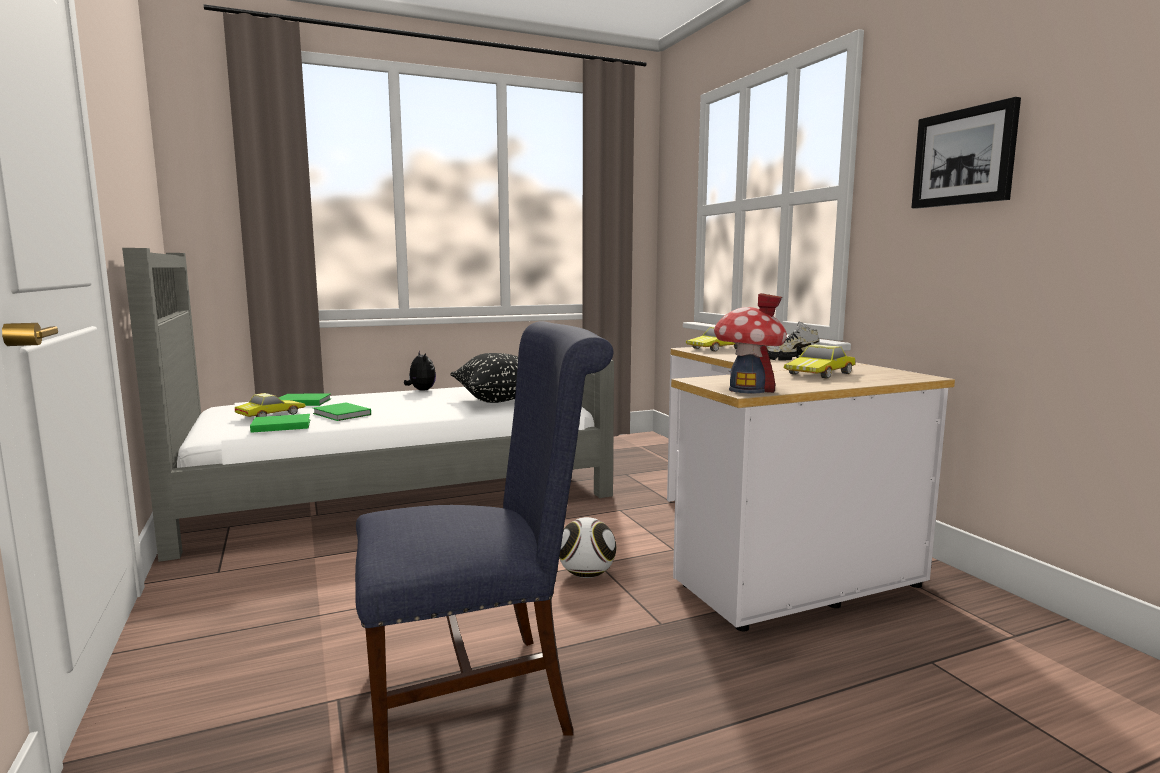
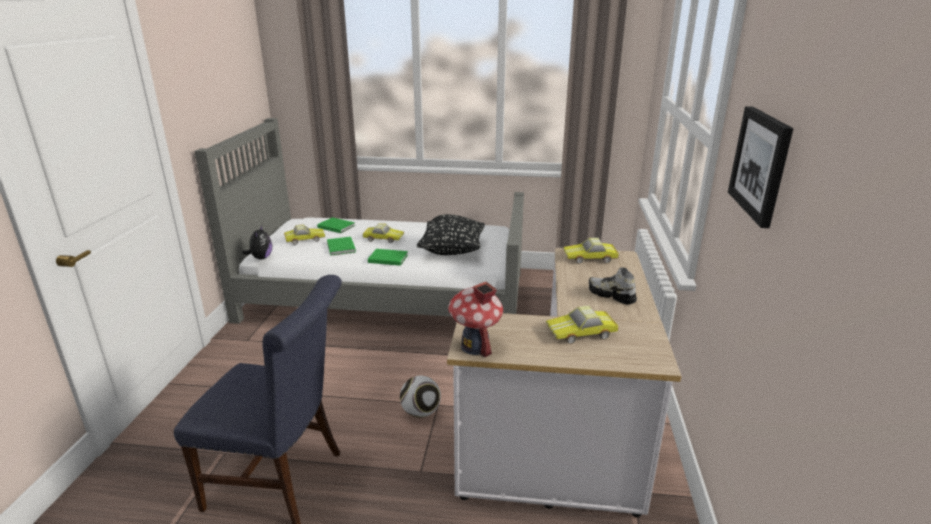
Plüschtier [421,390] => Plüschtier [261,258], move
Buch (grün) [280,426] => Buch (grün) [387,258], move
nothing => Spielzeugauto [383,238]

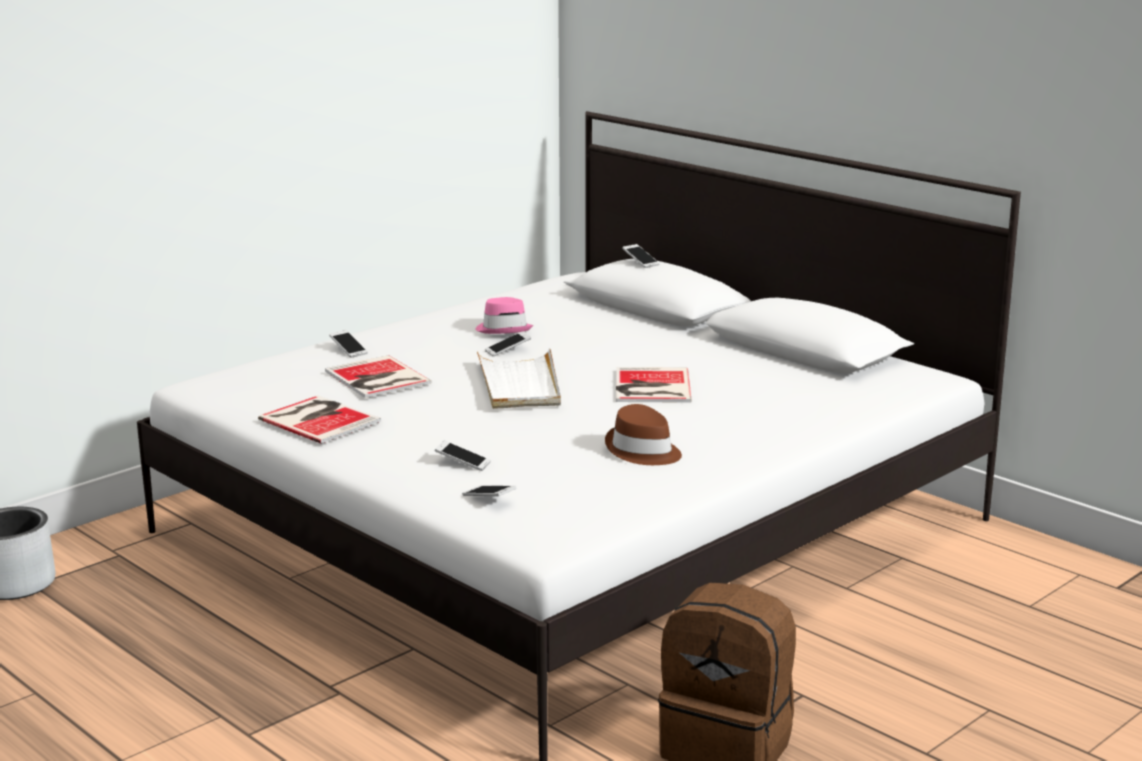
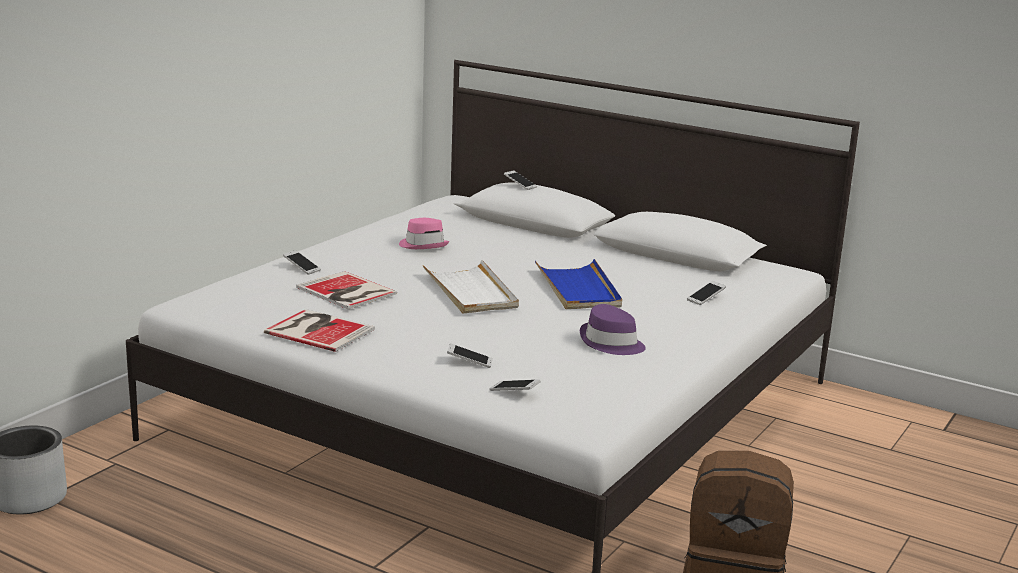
Handy [507,350] => Handy [705,298], move
Buch [650,387] => Tablett (blau) [578,289]
Hut (braun) [643,451] => Hut (lila) [611,343]

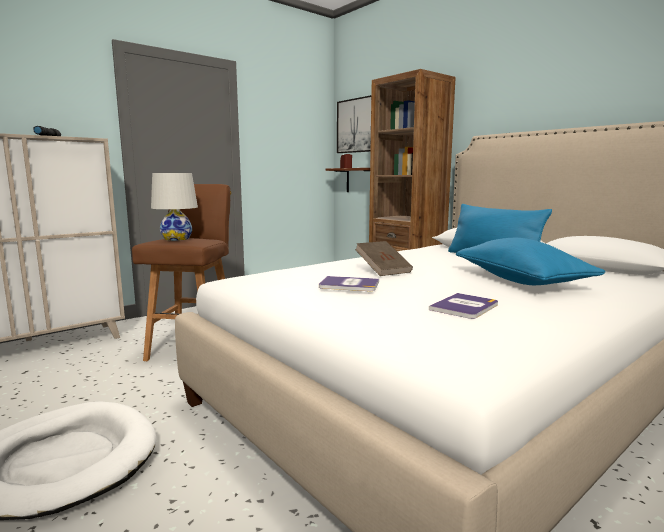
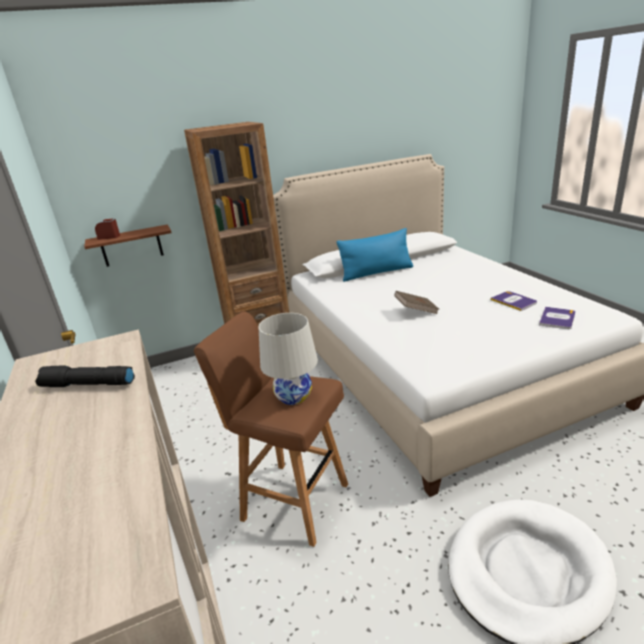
Bild [356,126] => nothing
Kissen (blau) [520,281] => nothing
Buch [349,285] => Buch [557,318], move

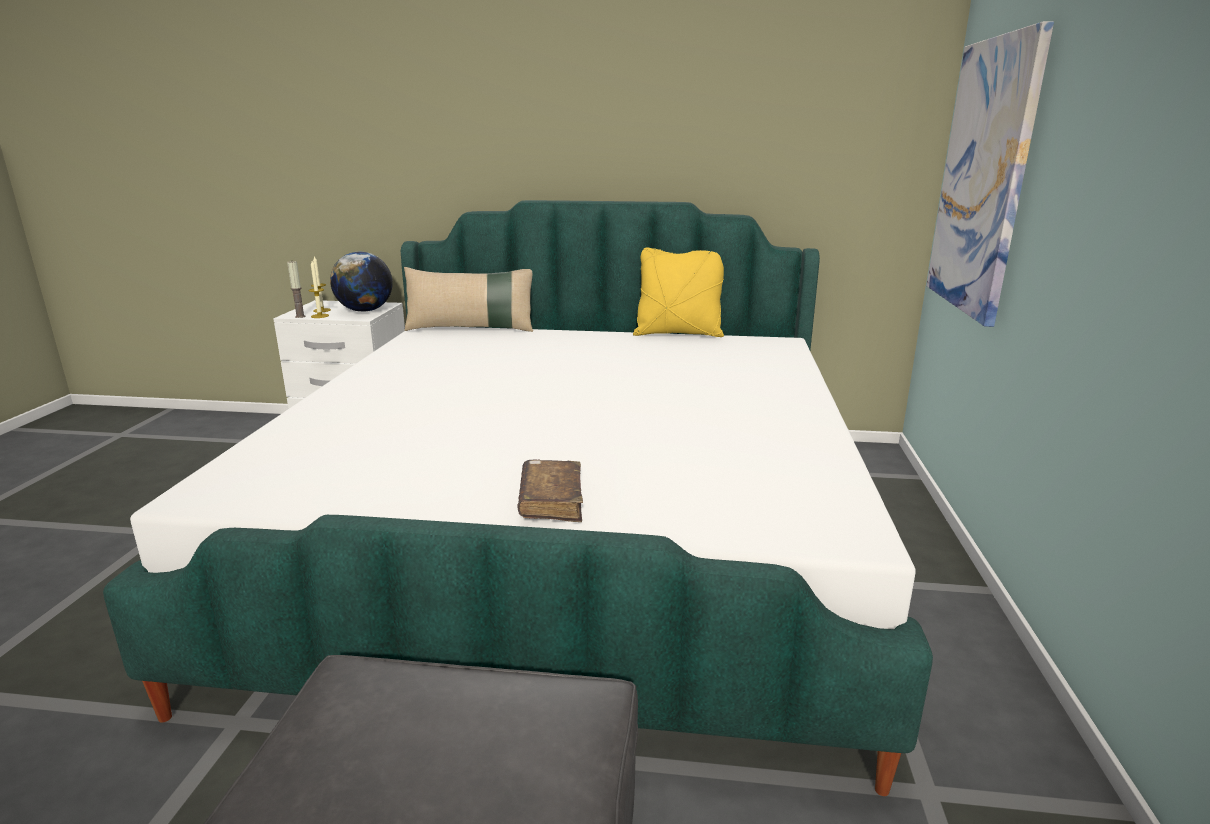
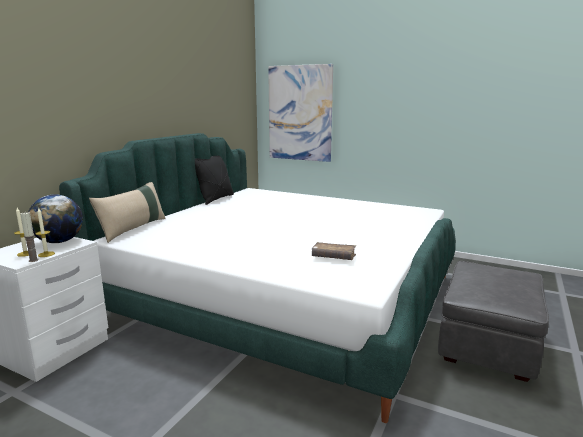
Kissen (gelb) [678,334] => Kissen (schwarz) [215,199]
Buch (braun) [551,501] => Buch (braun) [333,257], move

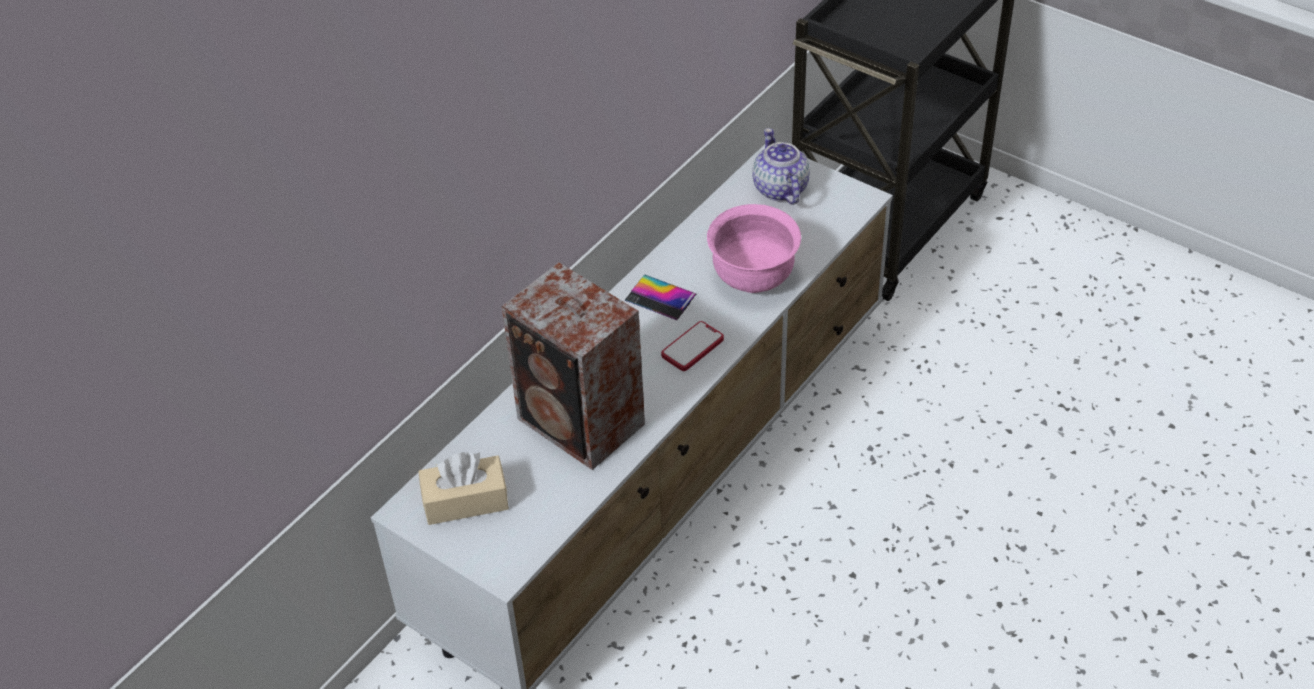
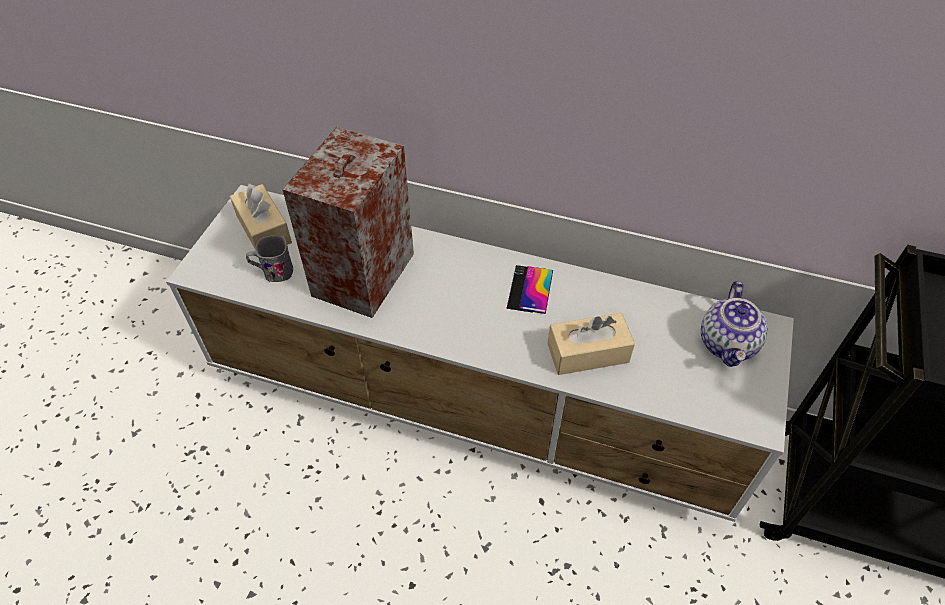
Teekanne [779,188] => Teekanne [728,344], 135 degrees clockwise
Schüssel (rosa) [753,278] => Taschentuchbox (beige) [588,353]
Handy [692,347] => nothing
nothing => Henkelbecher (grau) [273,272]

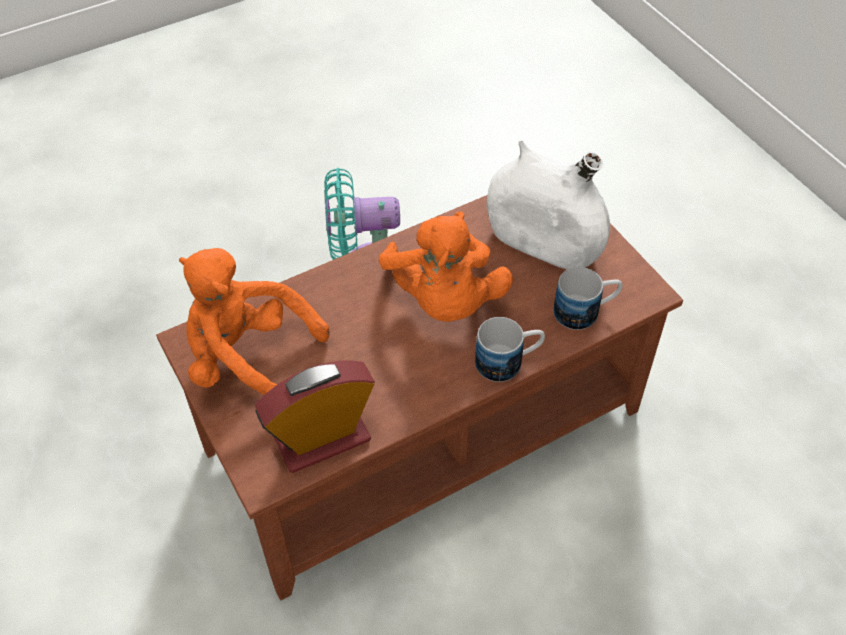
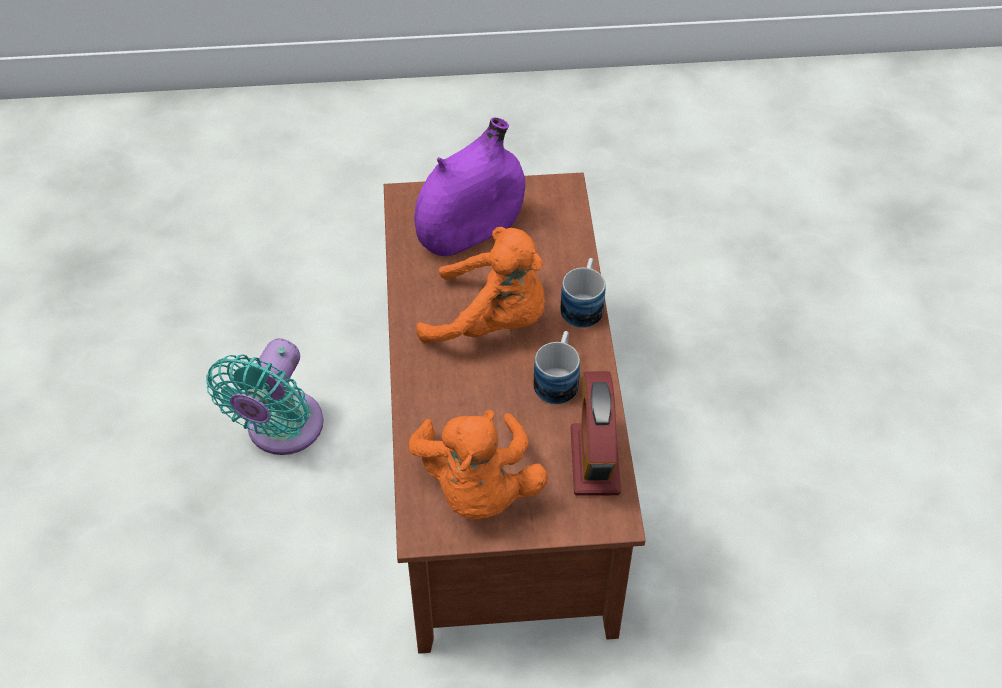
Vase (weiß) [543,244] => Vase (lila) [470,230]
Plüschtier (orange) [249,361] => Plüschtier (orange) [477,489], 45 degrees counterclockwise
Henkelbecher [585,311] => Henkelbecher [558,379], move

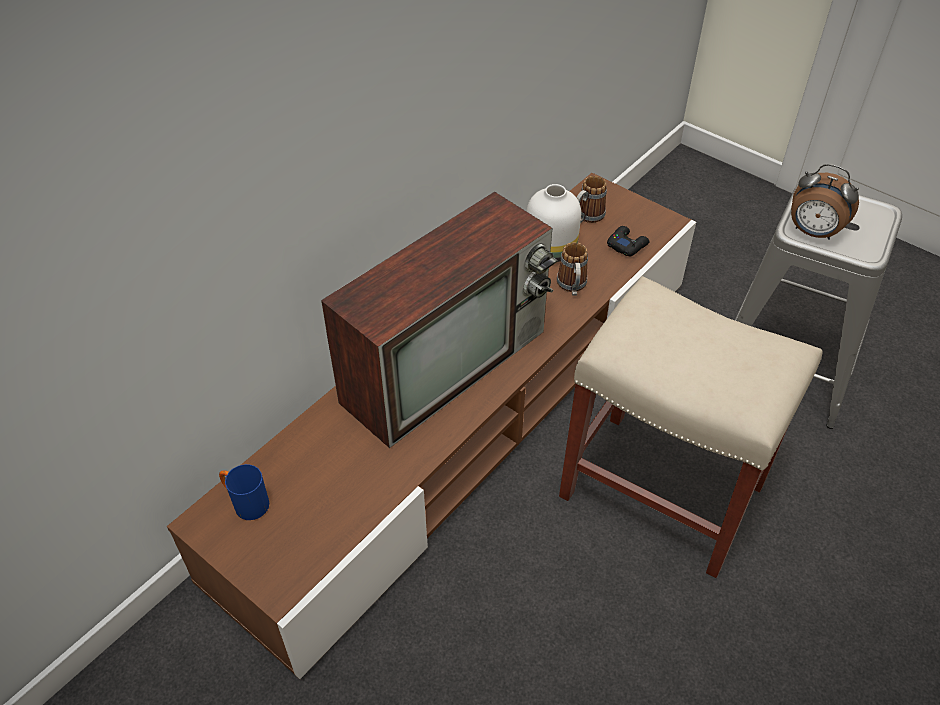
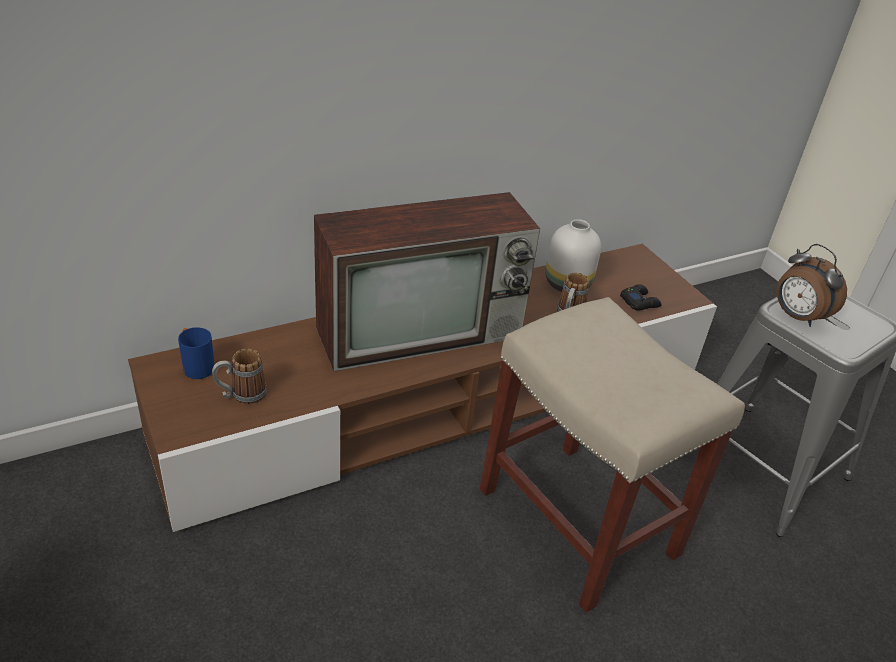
Henkelbecher [586,217] => Henkelbecher [241,395], move

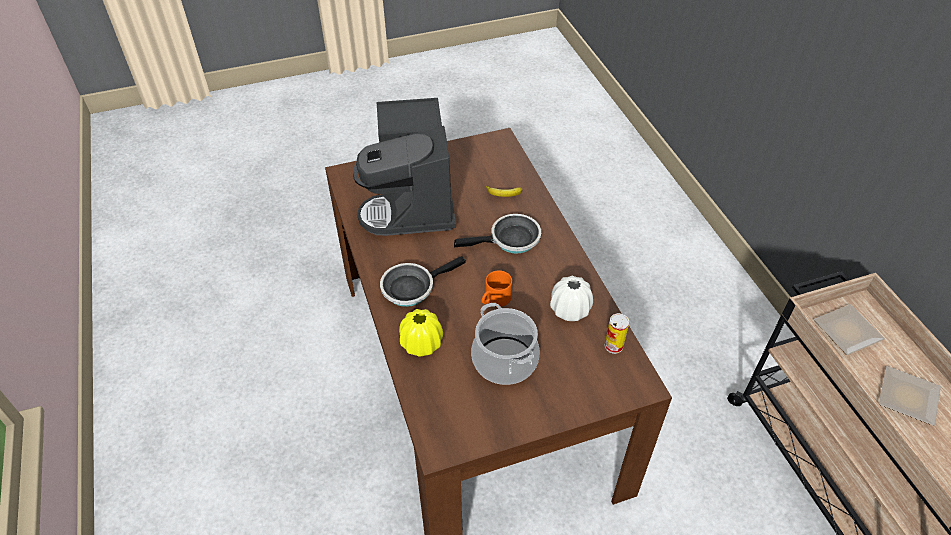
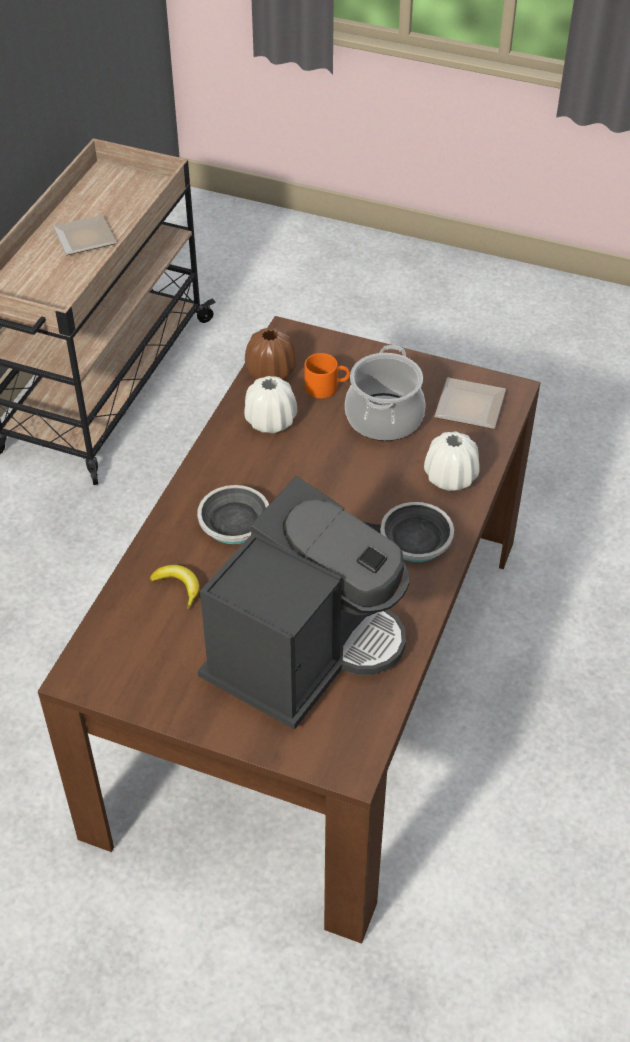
Henkelbecher (orange) [495,299] => Henkelbecher (orange) [326,386], move
Teller [847,333] => Teller [472,405], move
Vase (gelb) [421,343] => Vase (weiß) [450,477]
Dose [613,346] => Vase (braun) [271,372]

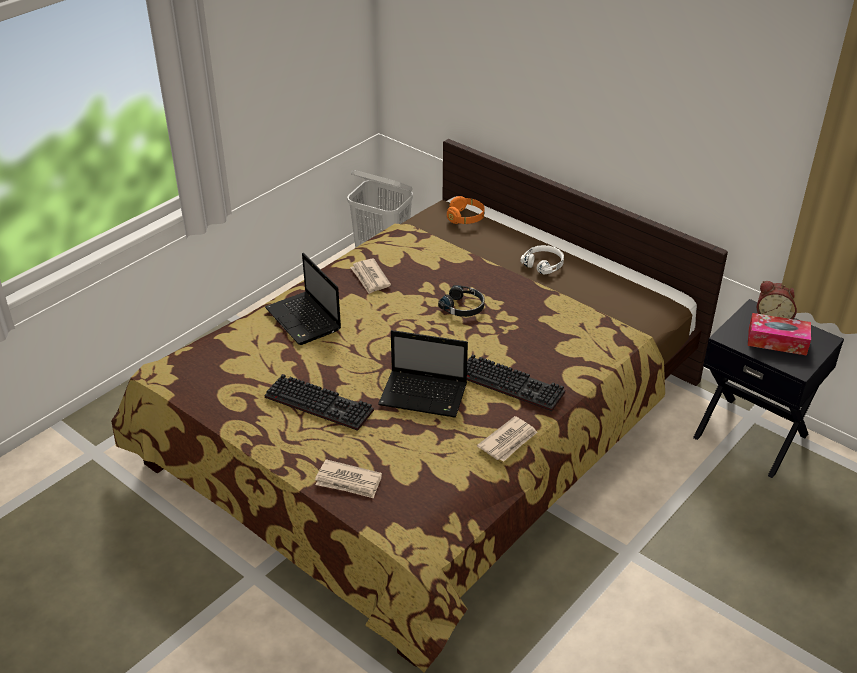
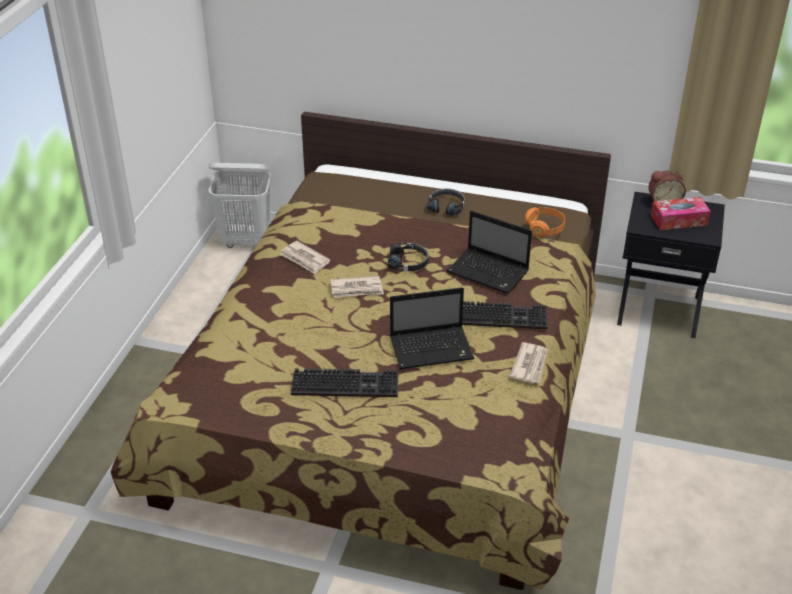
Kopfhörer (orange) [465,218] => Kopfhörer (orange) [545,228], move
Kopfhörer (weiß) [544,264] => Kopfhörer (schwarz) [446,206]
Laptop [304,320] => Laptop [489,272], move
Zeitung [348,481] => Zeitung [357,289], move

